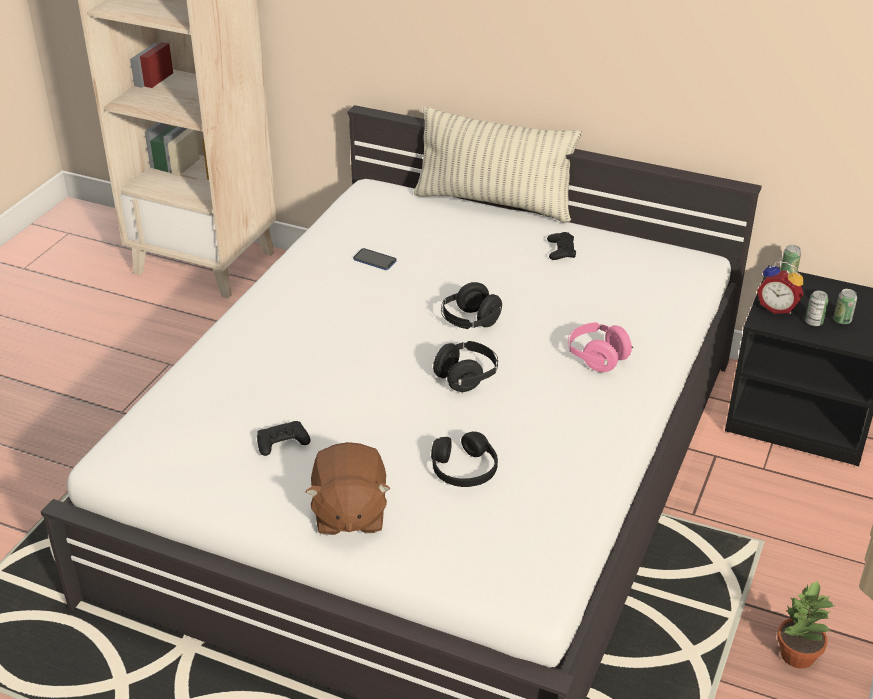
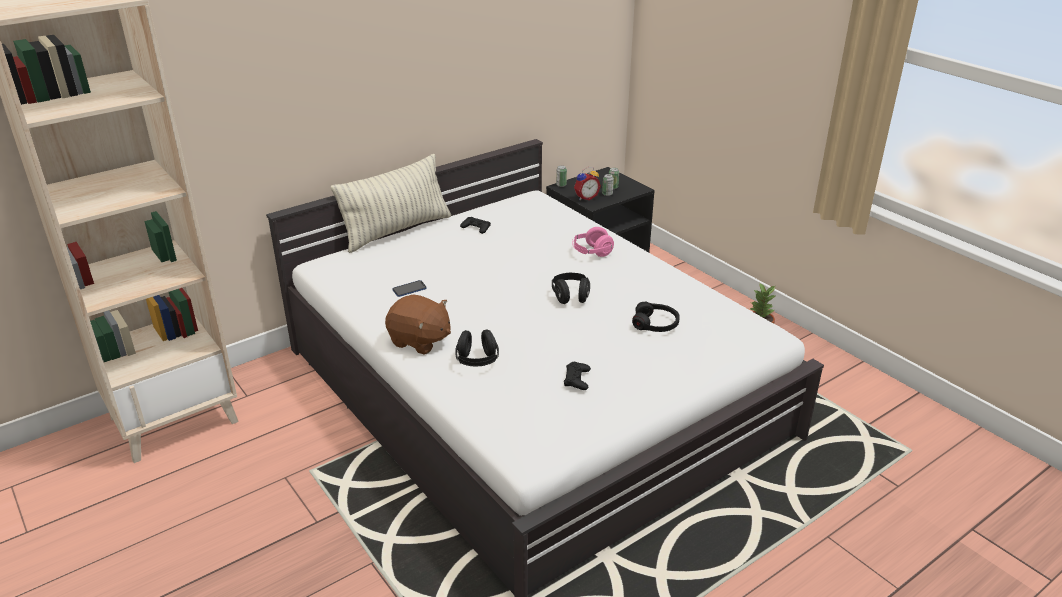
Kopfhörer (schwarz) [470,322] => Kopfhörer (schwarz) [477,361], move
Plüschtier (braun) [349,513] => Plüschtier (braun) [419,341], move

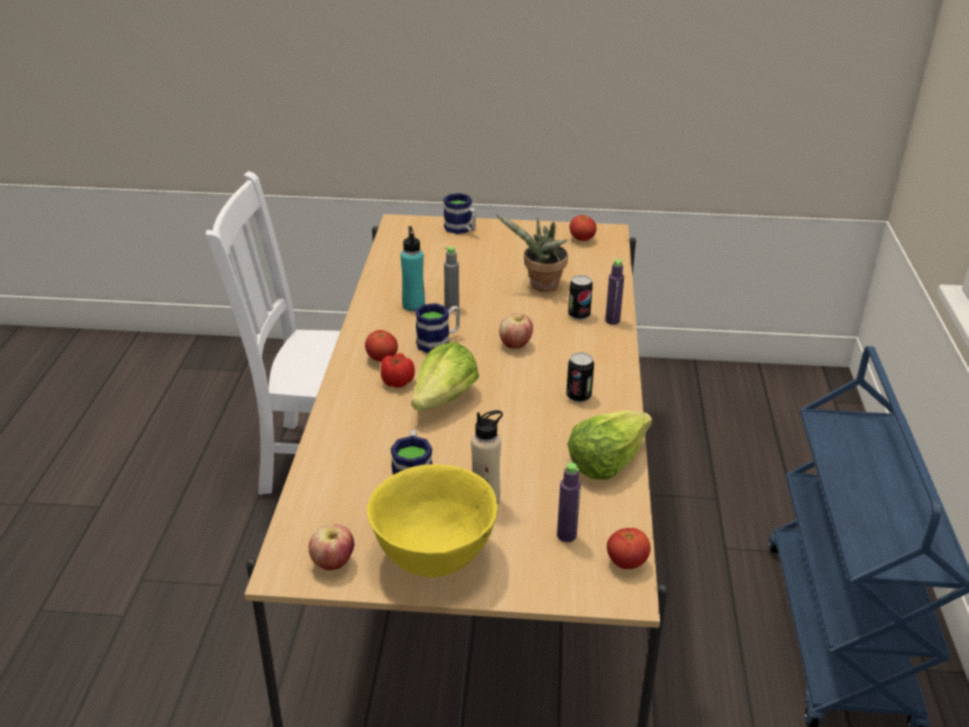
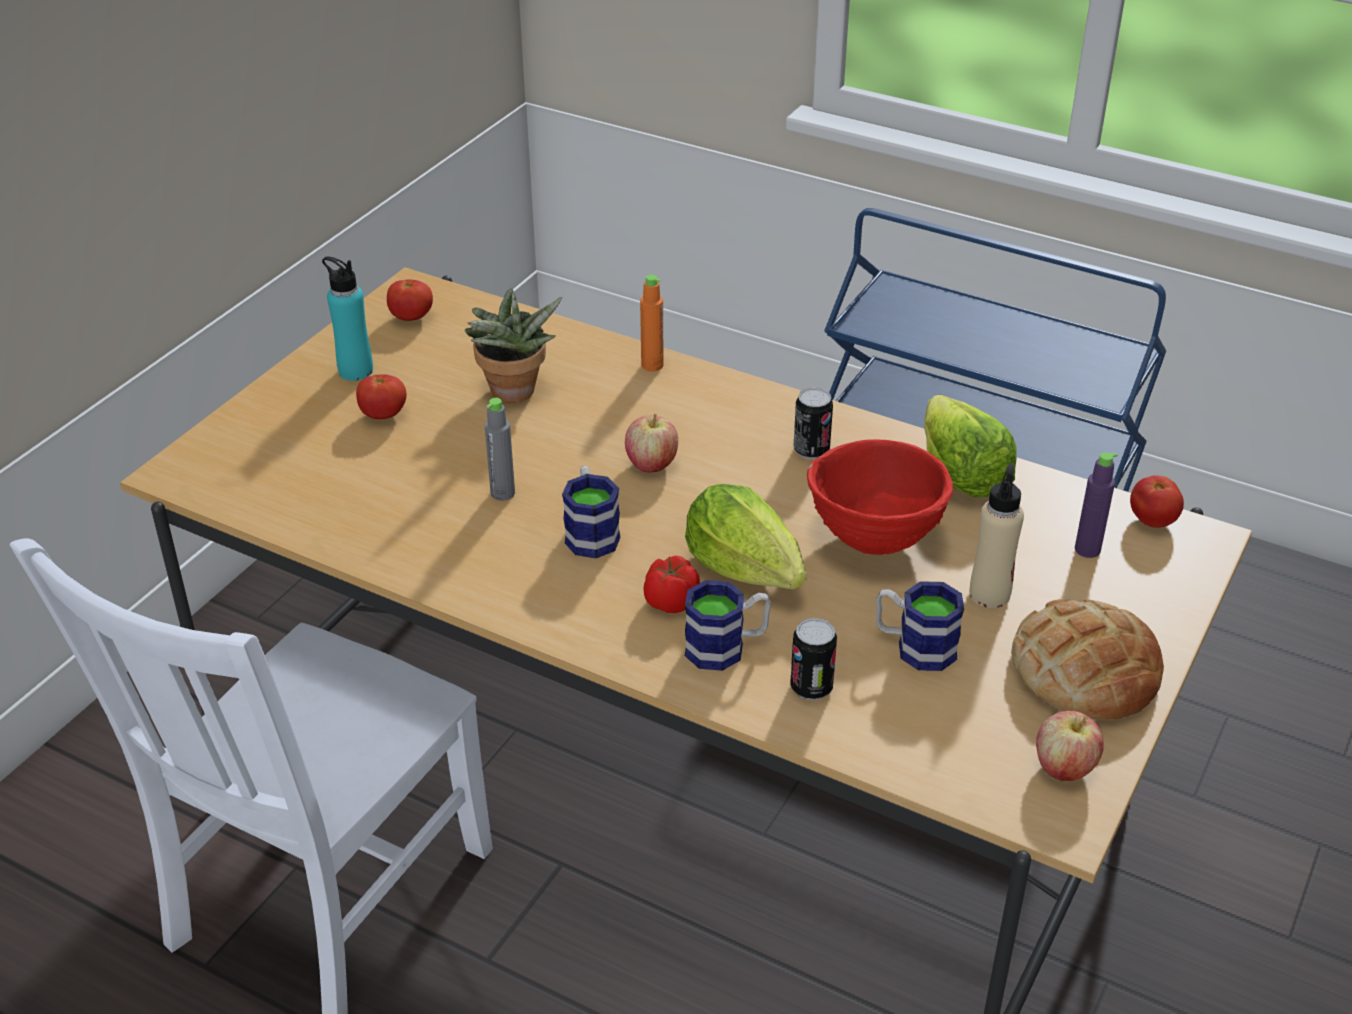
Henkelbecher [461,230] => Henkelbecher [726,647], move
Flasche (türkis) [413,305] => Flasche (türkis) [355,371], move
Flasche (lila) [612,320] => Flasche (orange) [652,365]
Dose [579,315] => Dose [811,687], move
Tomate [382,359] => Tomate [384,415], move
Schüssel (gelb) [435,556] => Brot [1085,670]
nothing => Schüssel (rot) [874,541]

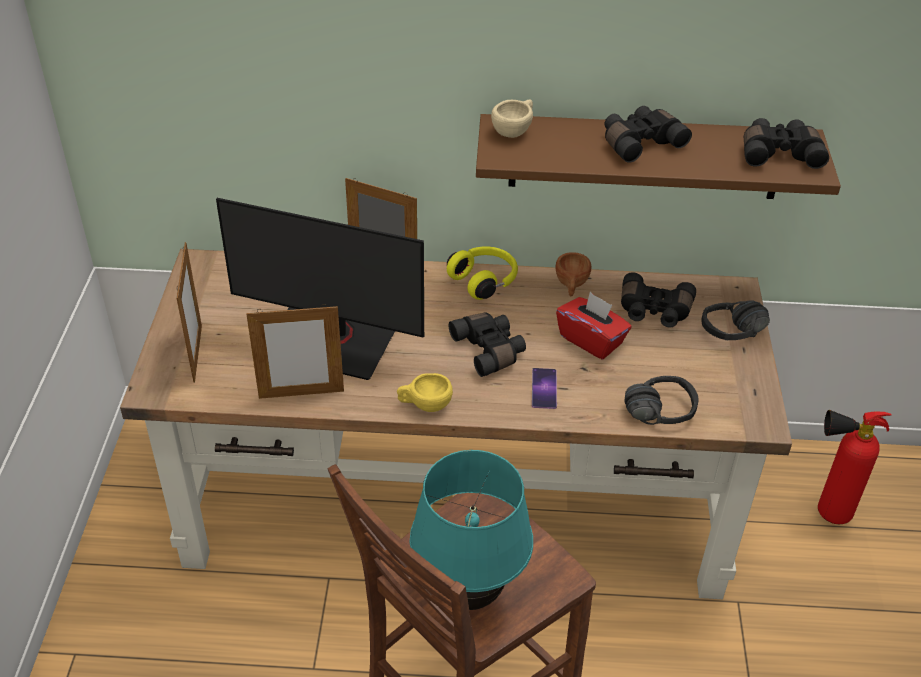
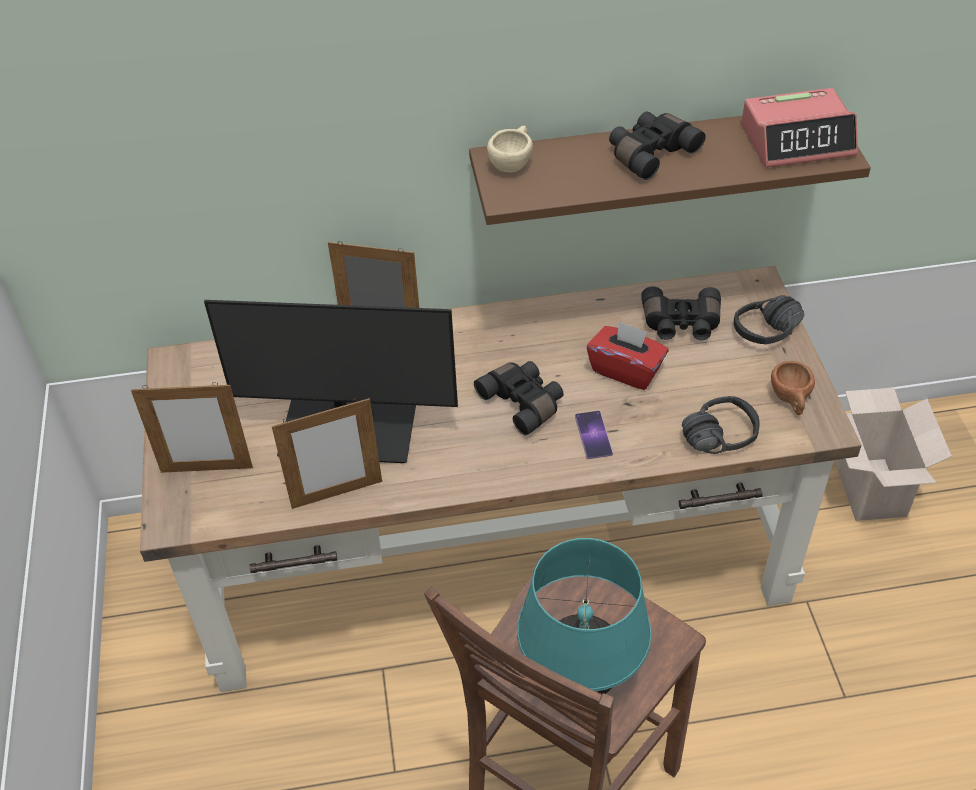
Fernglas (schwarz) [779,153] => Wecker [797,140]
Bilderrahmen [197,353] => Bilderrahmen [206,469], 105 degrees clockwise
Kopfhörer (gelb) [484,280] => nothing
Tasse (braun) [571,285] => Tasse (braun) [791,400], move
Tasse (gelb) [424,405] => nothing
Feuerlöscher [825,513] => Karton [867,488]

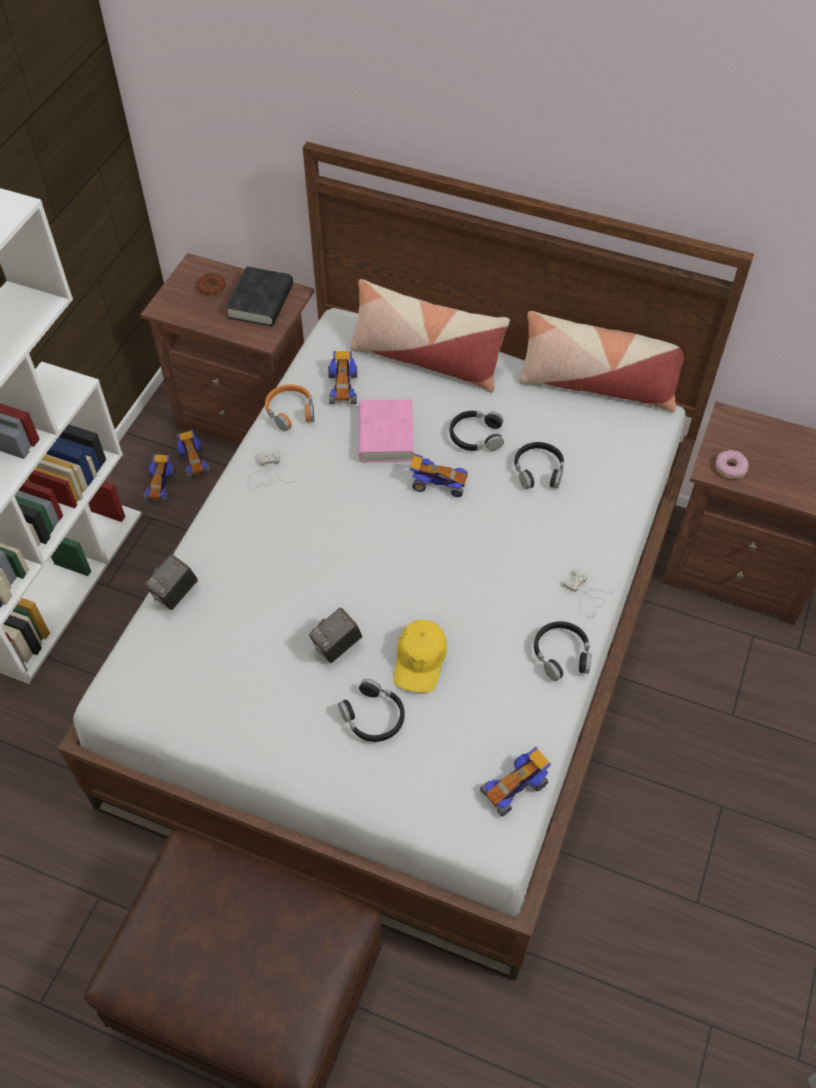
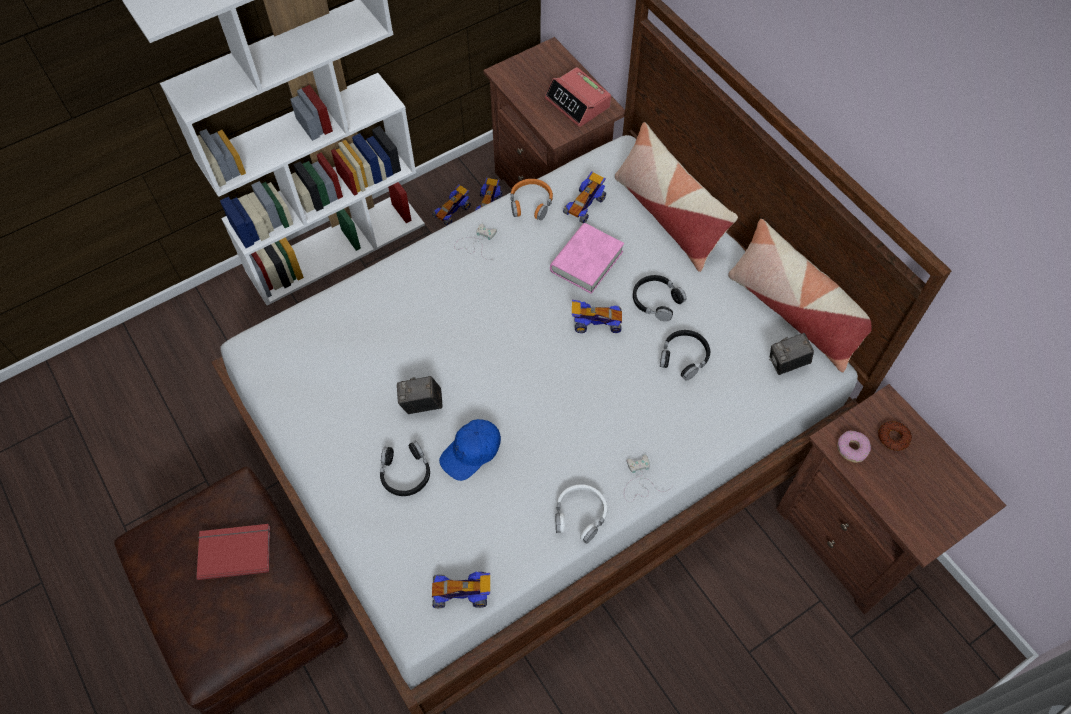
Buch (schwarz) [261,302] => Wecker [578,103]
Donut [211,287] => Donut [893,437], move
Spielzeugauto [438,483] => Spielzeugauto [596,322], 45 degrees counterclockwise
Kamera [175,594] => Kamera [787,363], move
Kappe (gelb) [420,660] => Kappe (blau) [471,452]
Kopfhörer (schwarz) [561,654] => Kopfhörer (weiß) [580,515]
nothing => Buch (rot) [234,550]

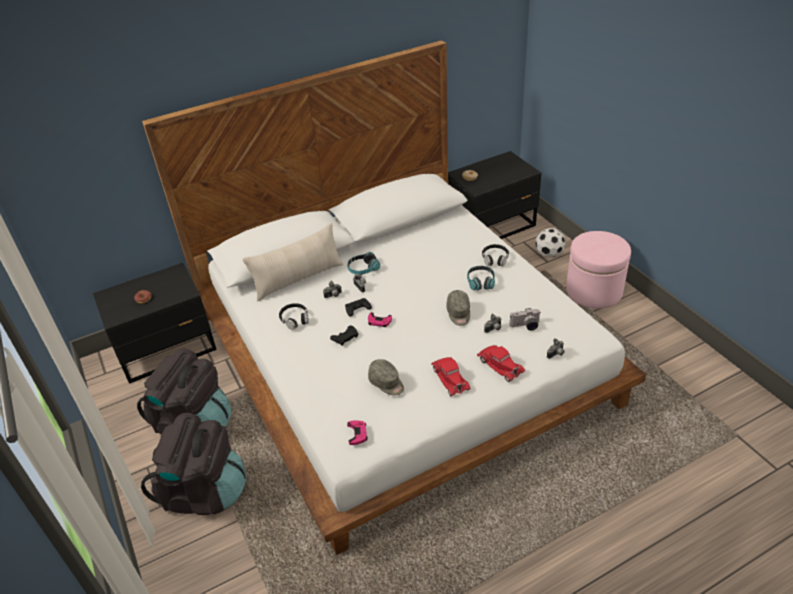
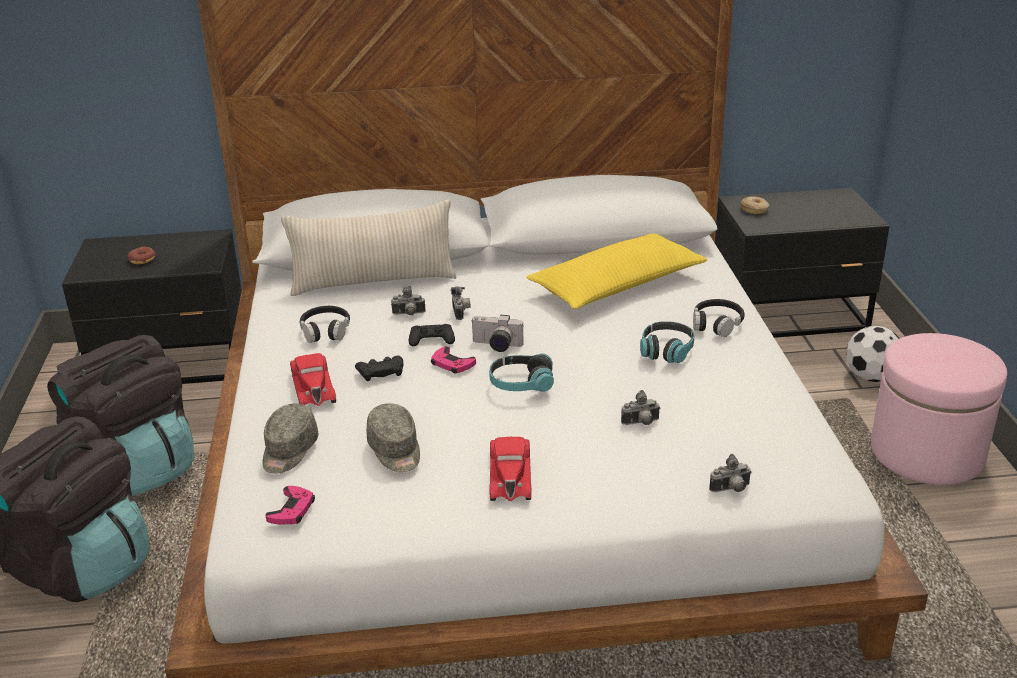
Kopfhörer [363,269] => Kopfhörer [521,383], move
Kappe (grau) [459,313] => Kappe (grau) [289,451], move
Kamera [525,326] => Kamera [496,346], move
Spielzeugauto (rot) [500,365] => Spielzeugauto (rot) [313,386], move
nothing => Kissen (gelb) [616,286]

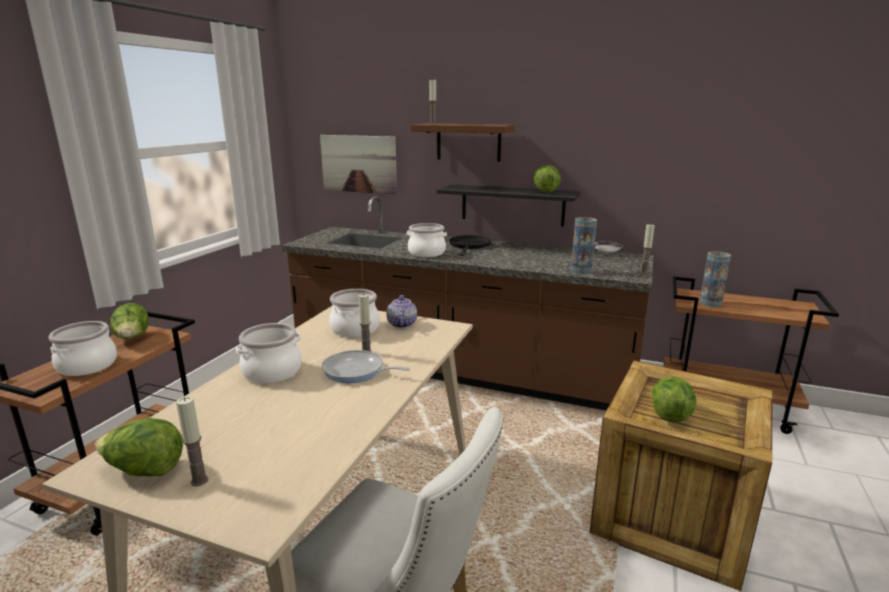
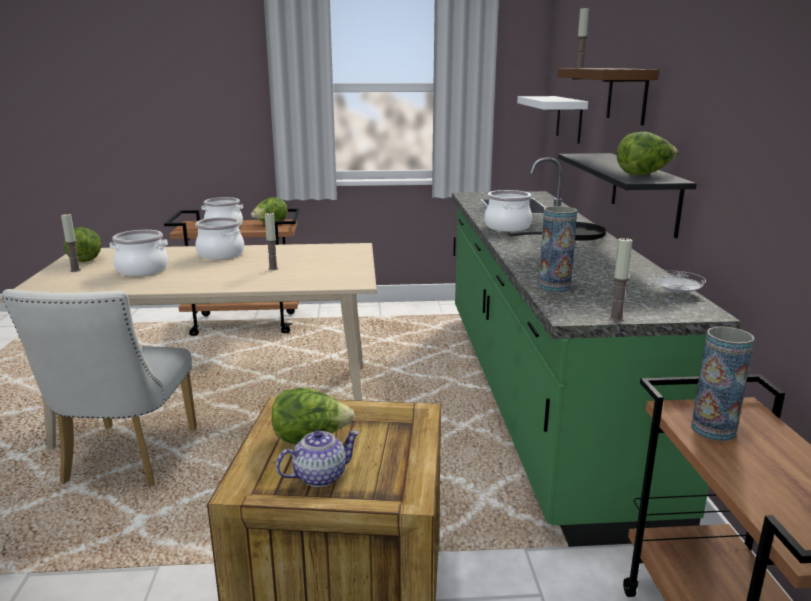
Bild [358,164] => Wandregal (weiß) [569,119]
Küchenzeile (braun) [460,371] => Küchenzeile (grün) [536,396]
Kochtopf [354,329] => Kochtopf [142,270], move
Teekanne [401,324] => Teekanne [319,476], move
Pfanne [356,371] => nothing

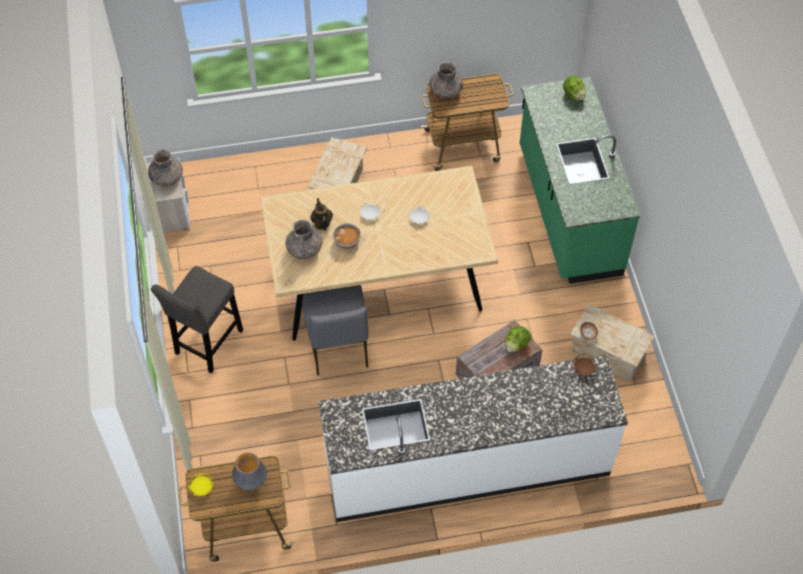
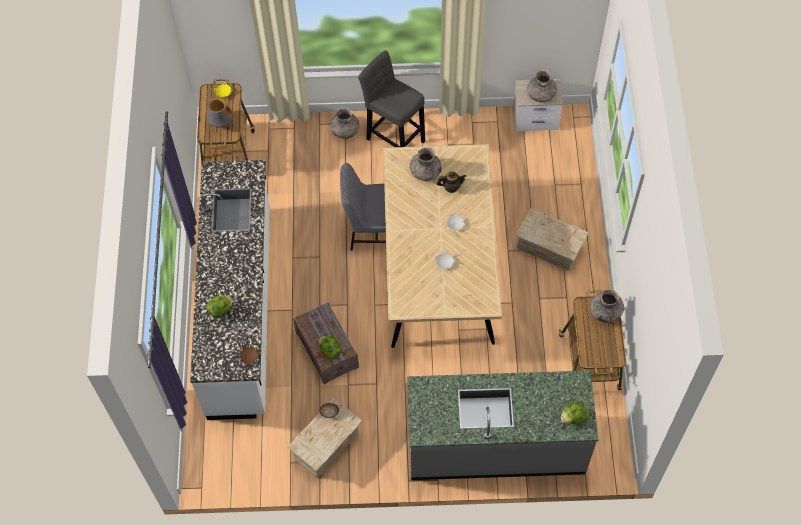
Küchenzeile (grün) [567,211] => Küchenzeile (grau) [495,445]
Schüssel [347,241] => nothing
nothing => Vase (grau) [345,130]
nothing => Salatkopf [221,310]

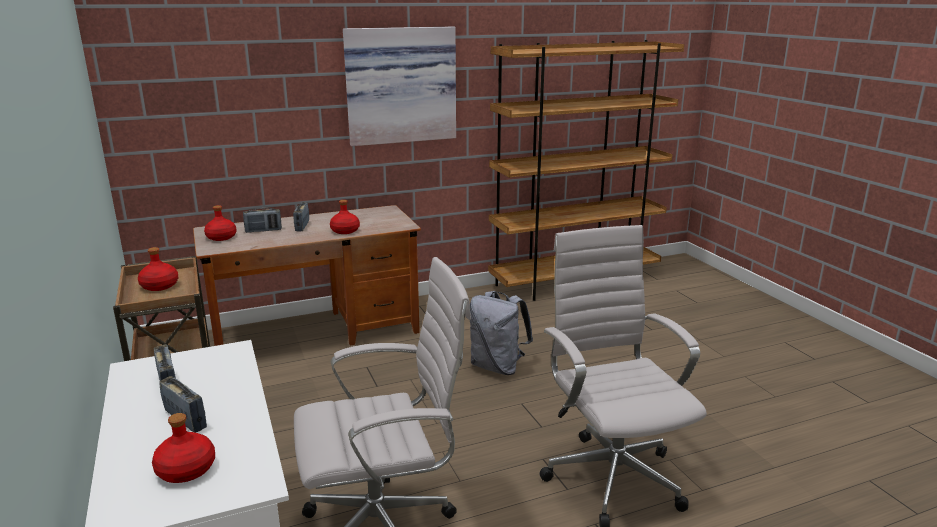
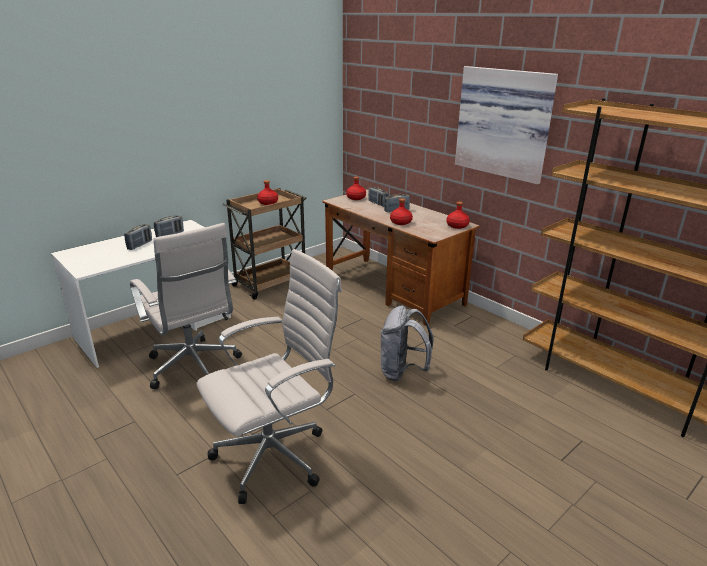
Flasche (rot) [186,469] => Flasche (rot) [457,226], move

